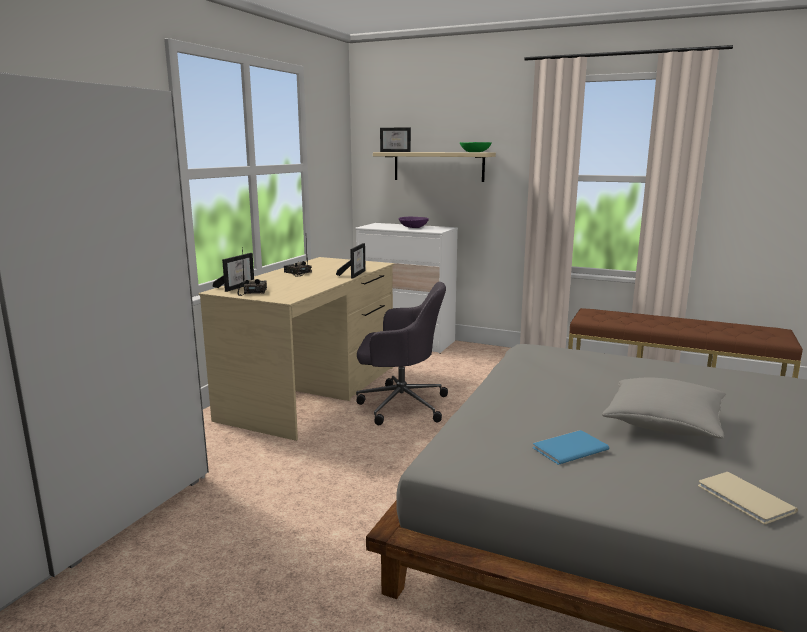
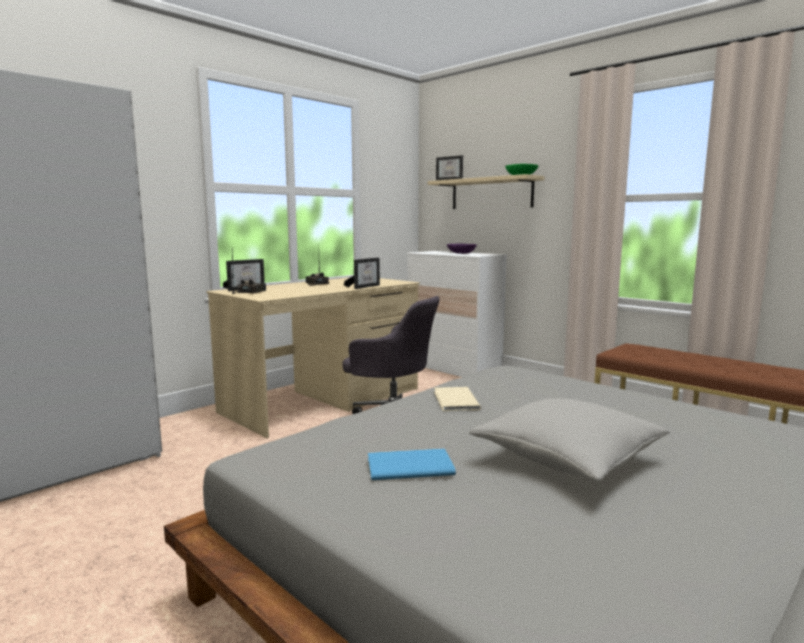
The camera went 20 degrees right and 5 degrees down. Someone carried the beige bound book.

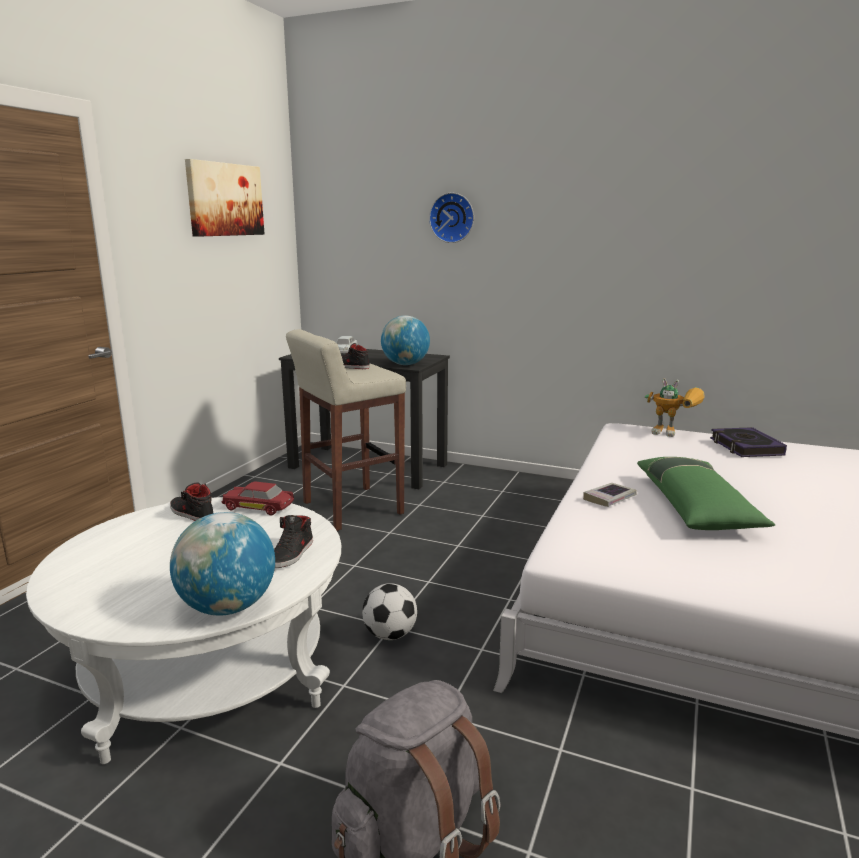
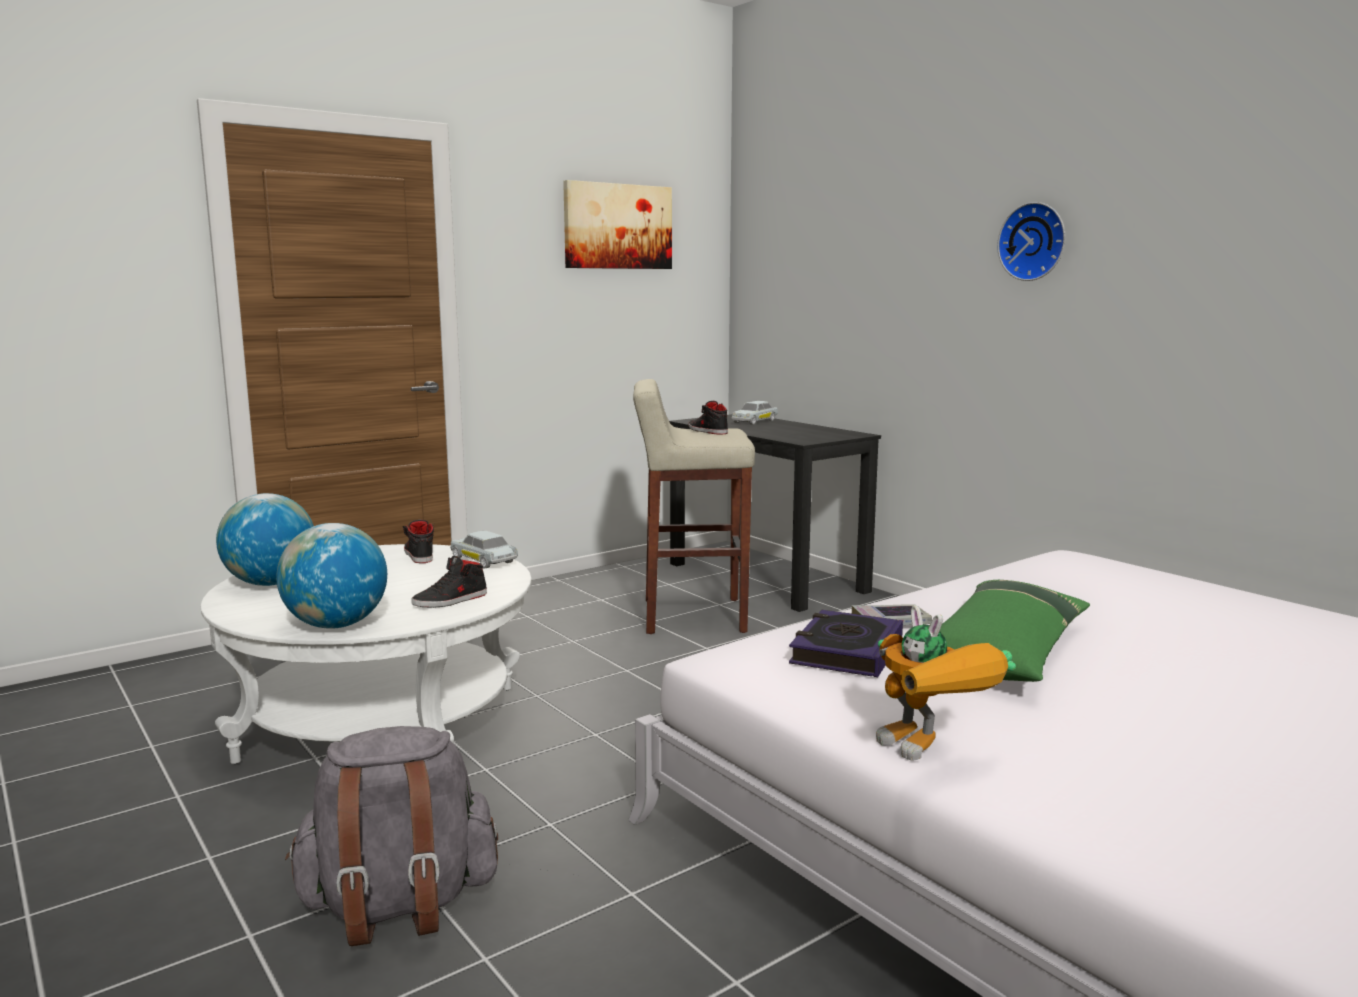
The camera went 30 degrees right and 5 degrees down. Someone repainted the red-coloured miniature car, which became the whitish miniature car (1st from left). Someone took away the ball for football. Someone carried the globe (2nd from left in the first image). Someone carried the hanging clock. Someone carried the toy robot. Someone carried the bound book (2nd from left in the first image).

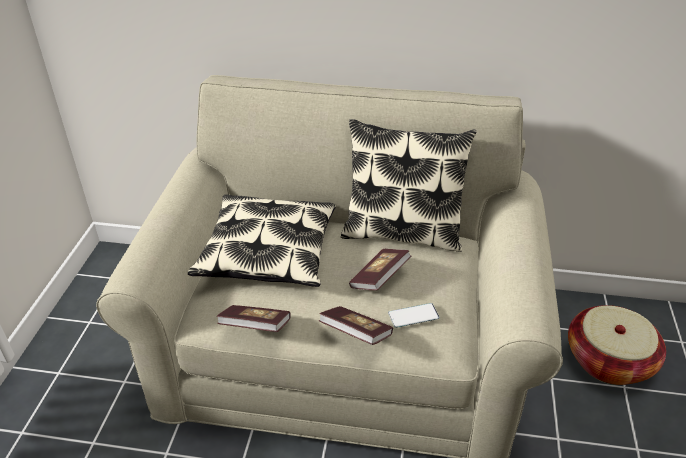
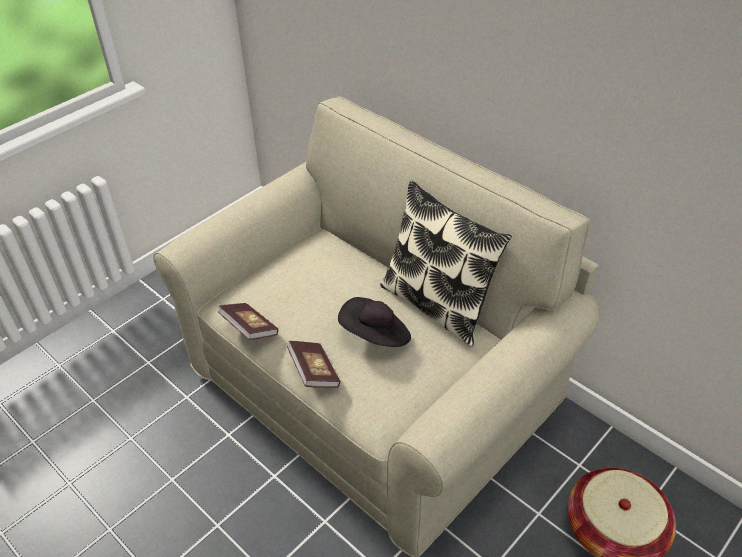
The camera went 35 degrees right and 5 degrees up. Someone took away the cushion (1st from left). Someone swapped the bound book (3rd from left) for the black wearable hat. Someone took away the telephone.

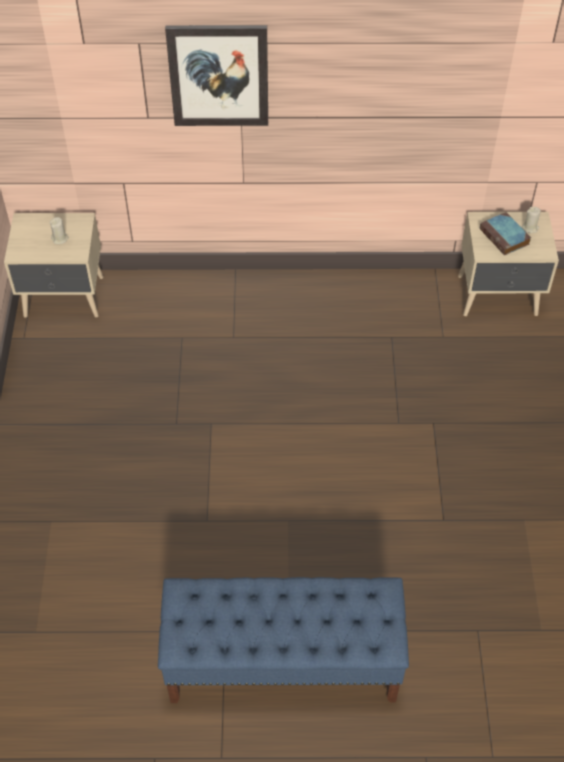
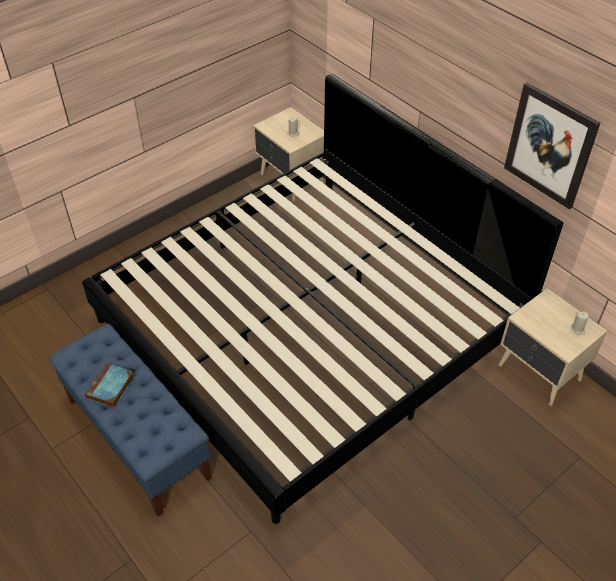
The camera went 50 degrees right and 5 degrees down. Someone carried the wall picture. Someone carried the bound book. Someone put down the bedroom bed.

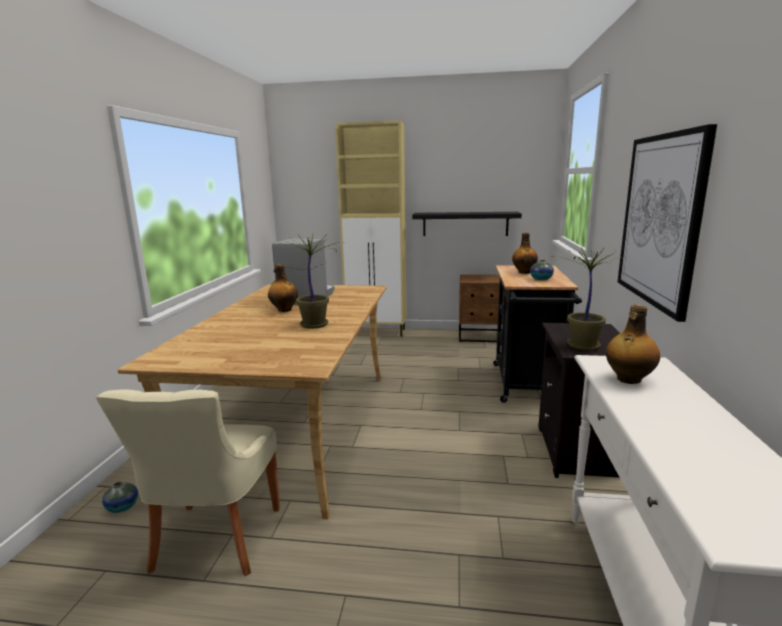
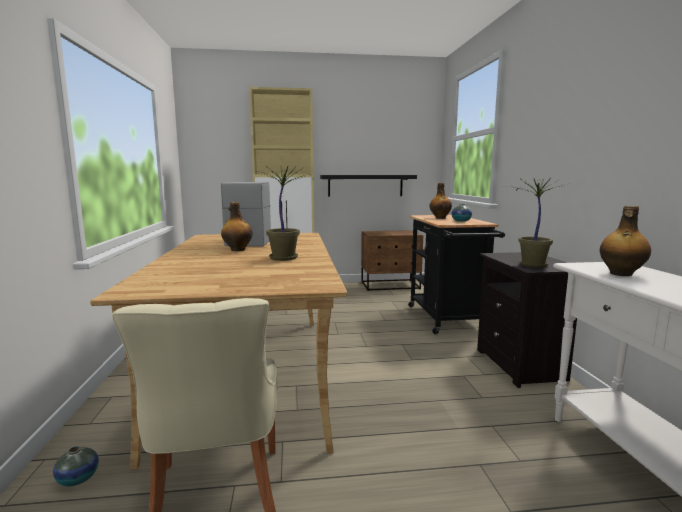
The camera went 15 degrees left and 5 degrees down. Someone took away the wall picture.

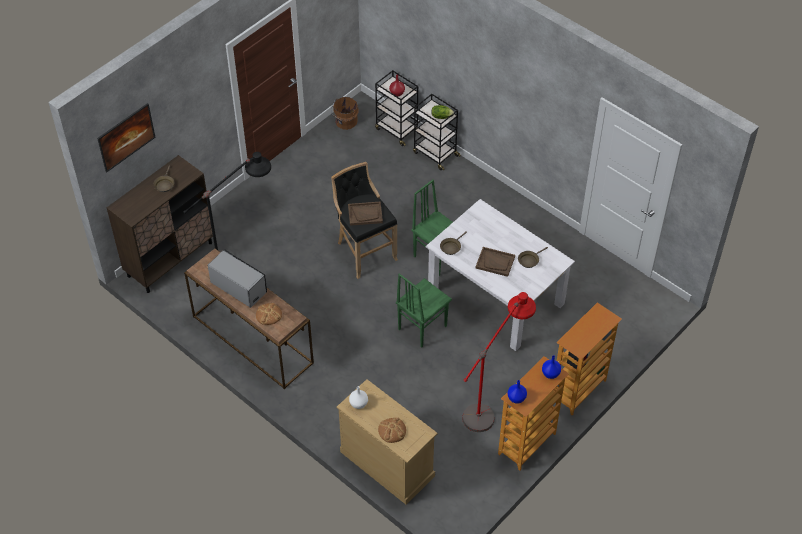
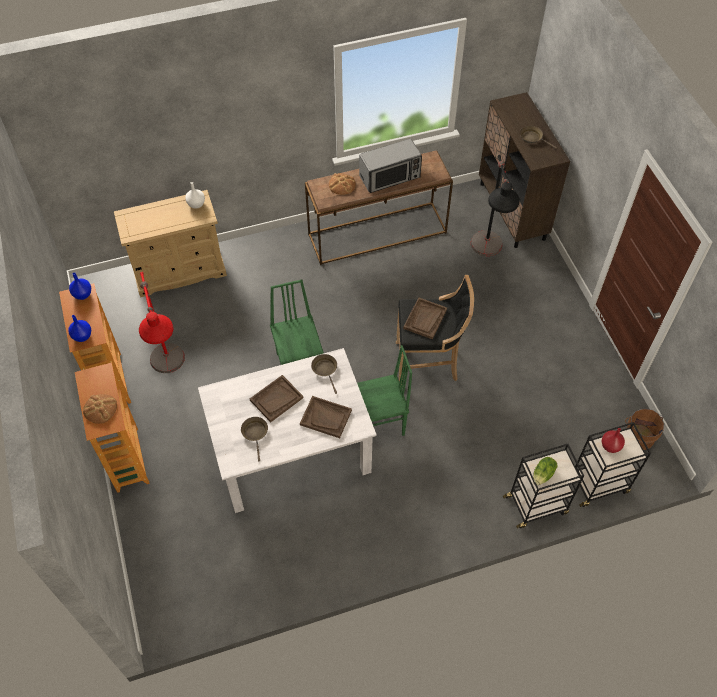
The camera went 120 degrees right and 5 degrees up. Someone took away the wall picture. Someone carried the bakery bread (2nd from left in the first image). Someone put down the brown-coloured carrying tray (2nd from left).

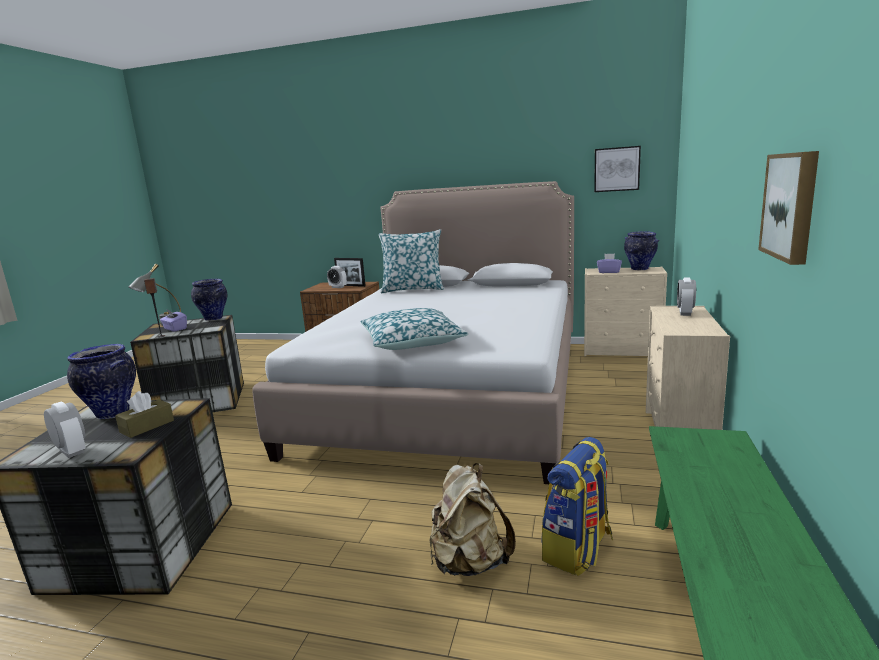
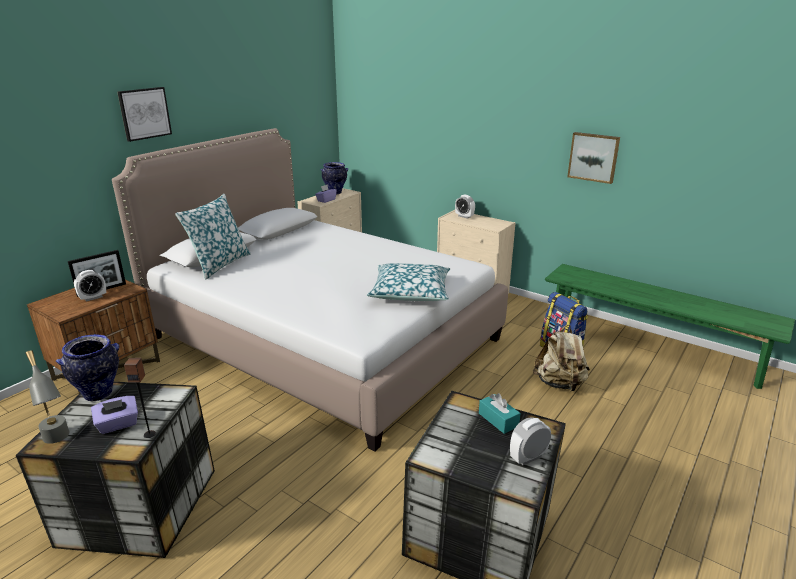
The camera went 70 degrees left and 10 degrees up. Someone took away the decorative vase (1st from left). Someone repainted the brown-coloured box of tissues, which became the turquoise-coloured box of tissues. Someone carried the wall picture (1st from left).

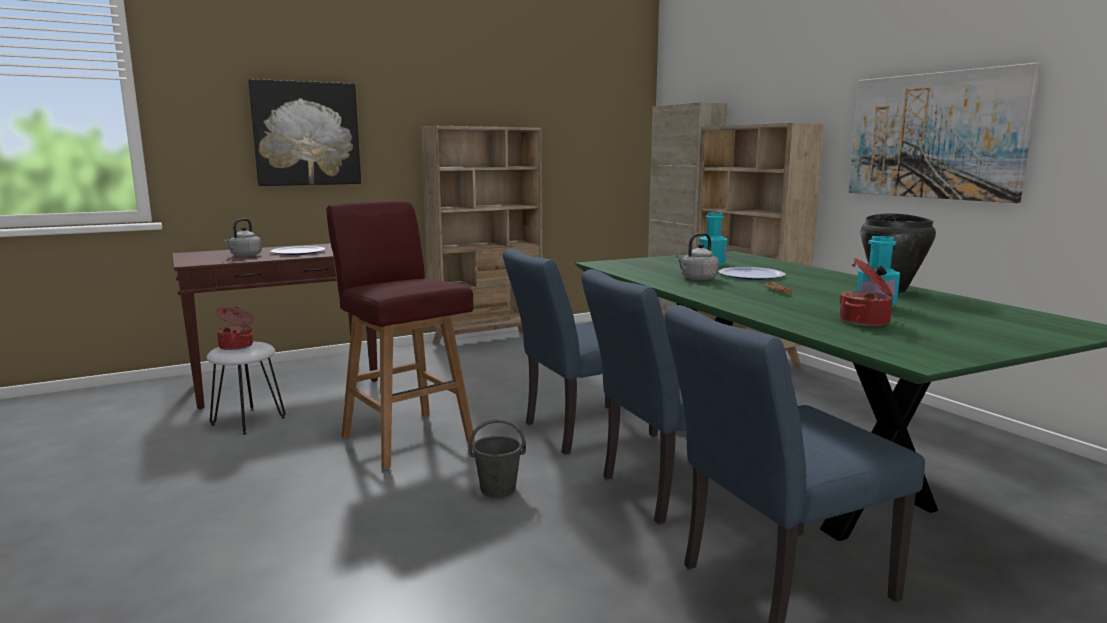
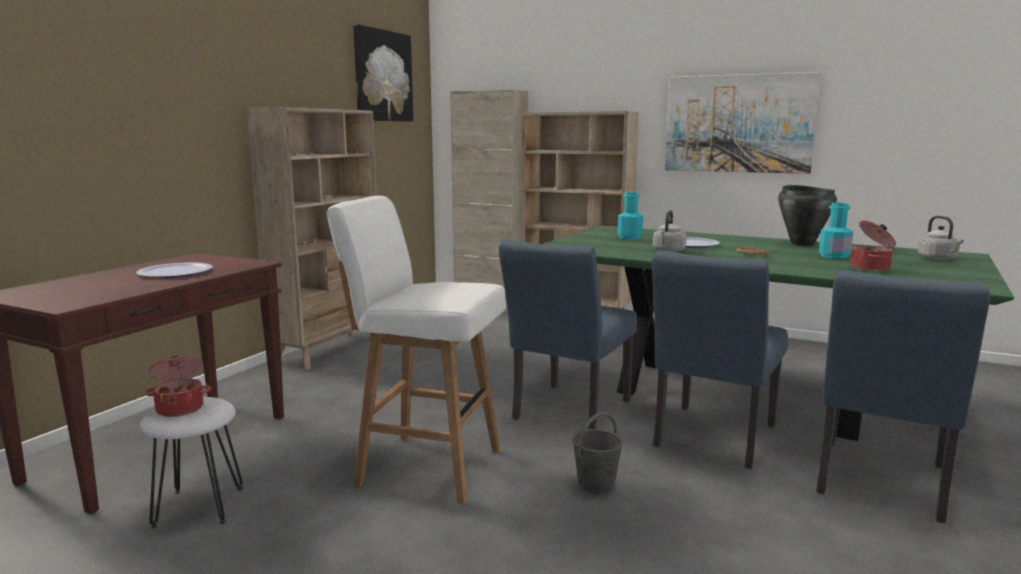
The camera went 35 degrees left and 0 degrees up. Someone carried the grey water kettle (1st from left in the first image). Someone carried the wall picture (1st from left). Someone repainted the red-coloured sitting stool, which became the whitish sitting stool (2nd from left).

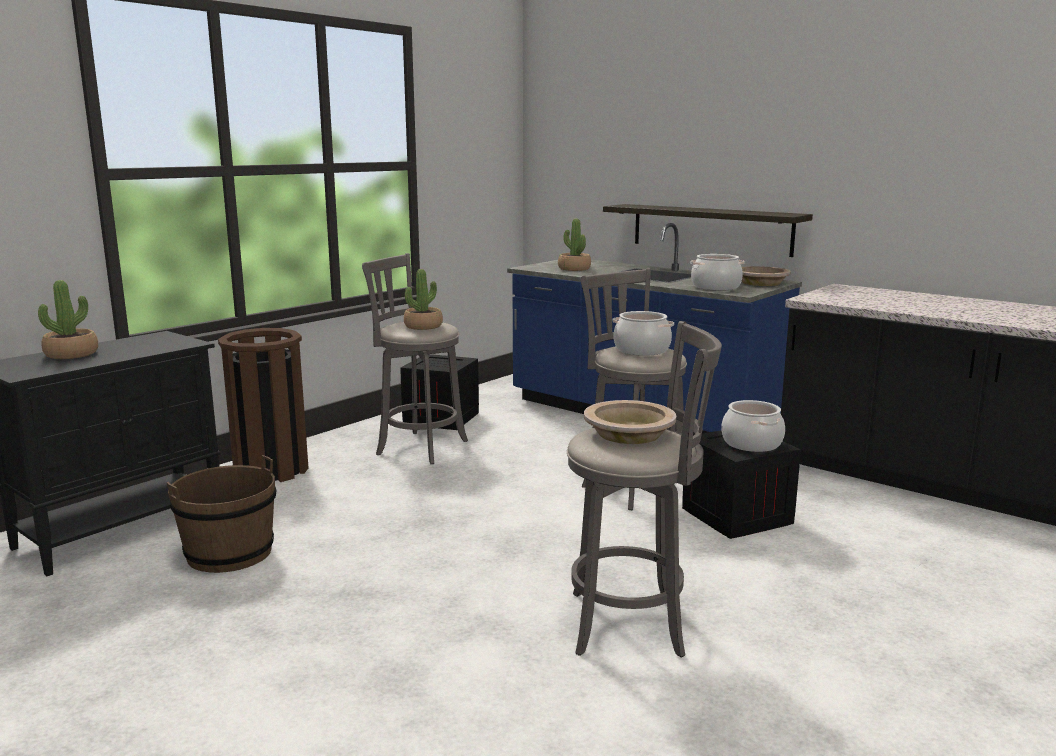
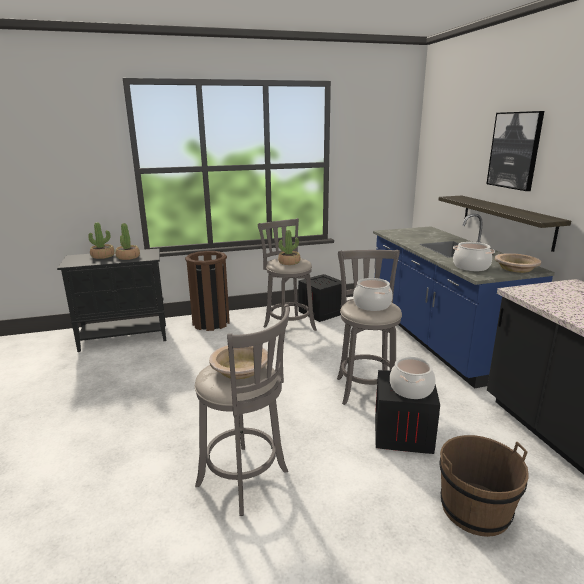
The camera went 35 degrees right and 5 degrees up. Someone carried the brown-coloured pail. Someone carried the houseplant (3rd from left in the first image). Someone put up the wall picture.

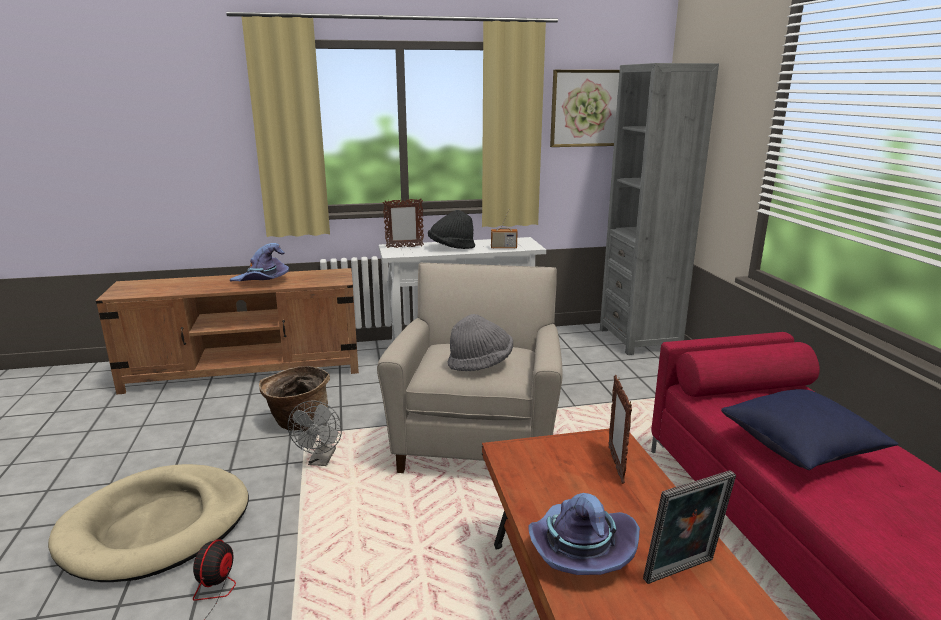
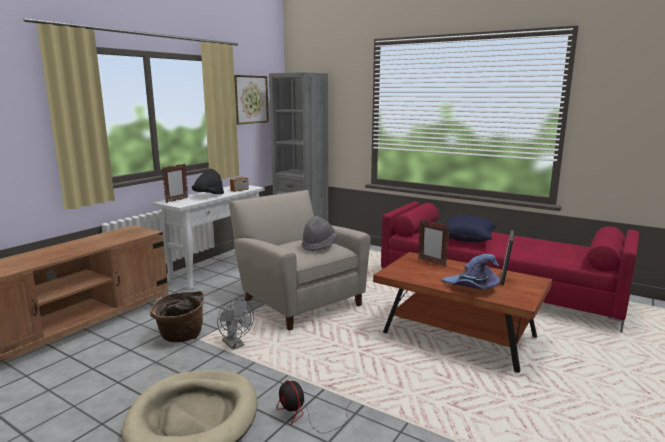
The camera went 45 degrees left and 5 degrees down. Someone took away the purple wearable hat (1st from left).

